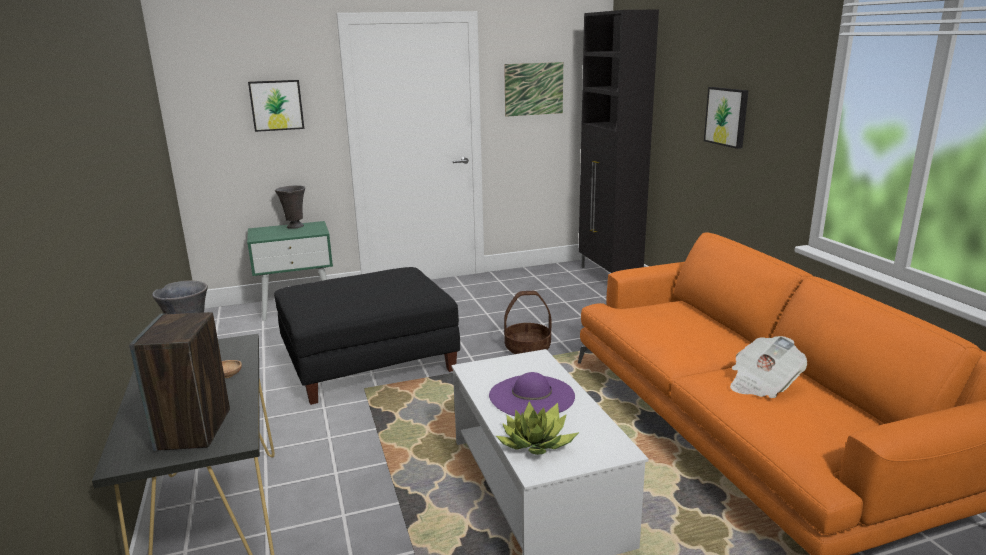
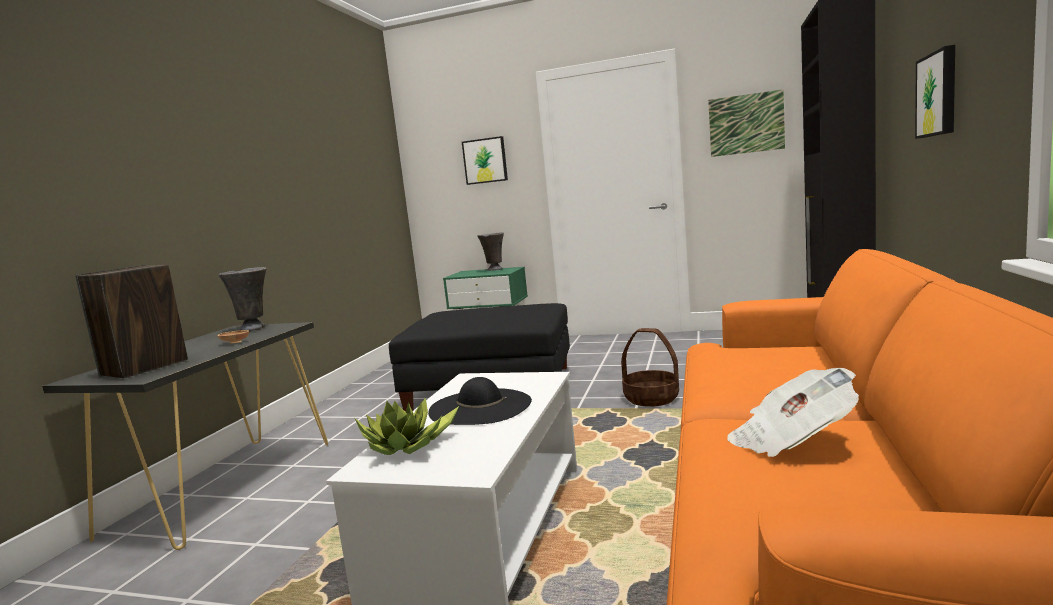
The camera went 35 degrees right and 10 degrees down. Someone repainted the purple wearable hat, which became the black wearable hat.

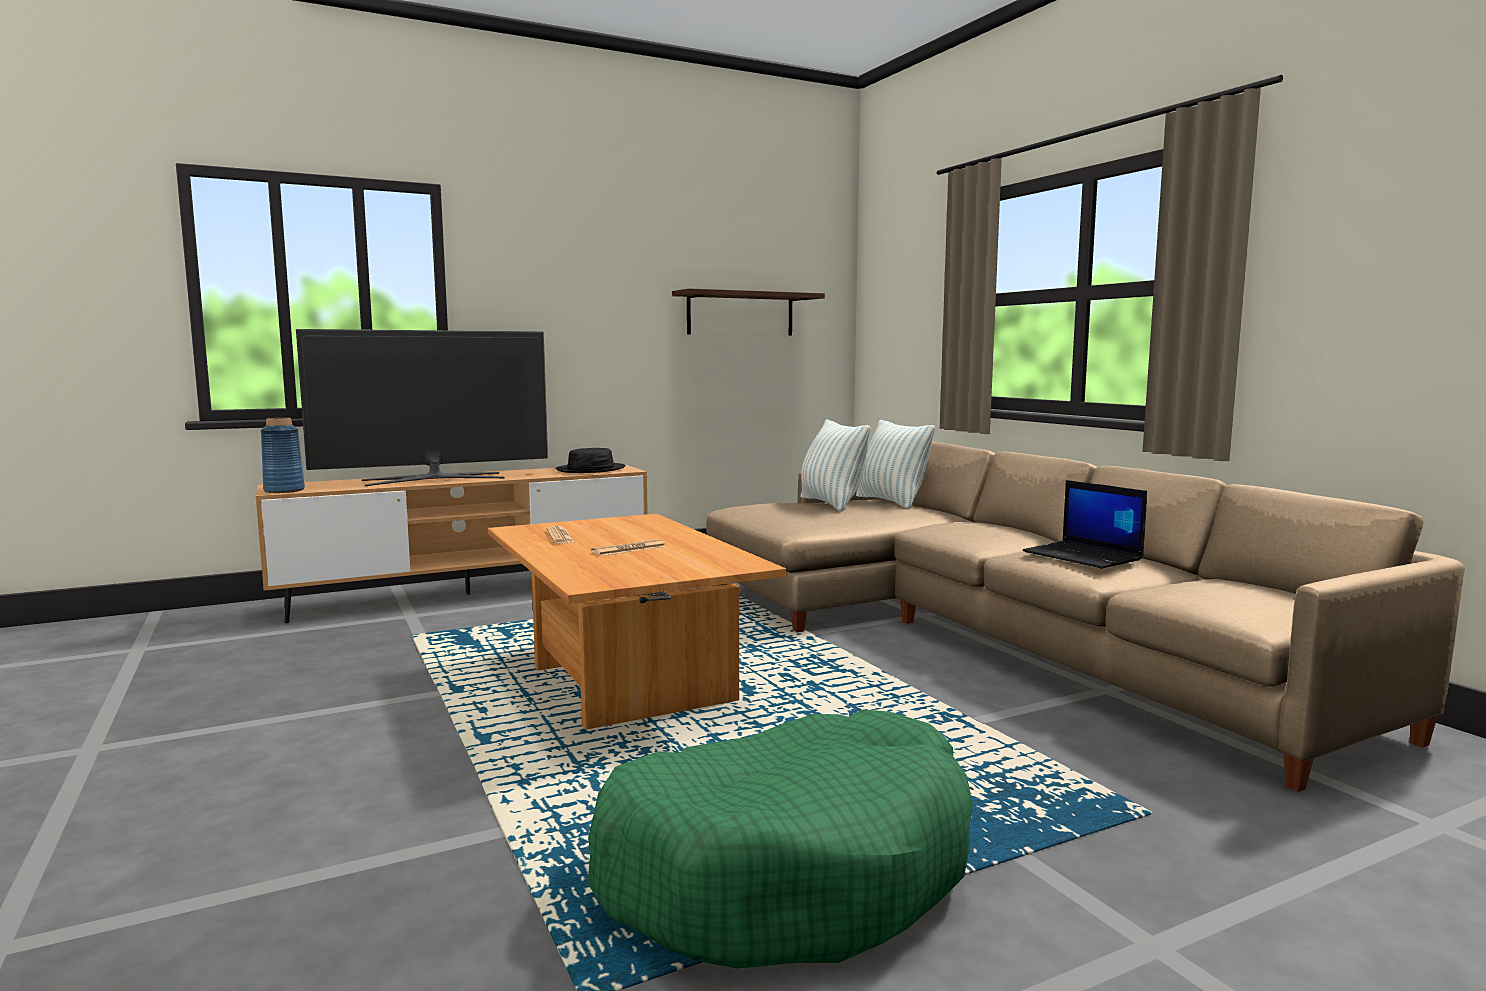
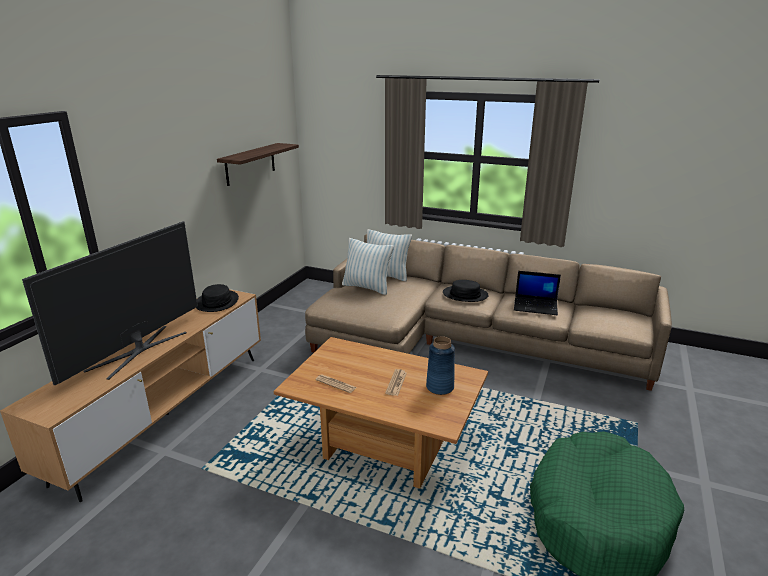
The camera went 40 degrees left and 15 degrees up. Someone carried the blue-coloured decorative vase. Someone put down the black wearable hat (2nd from left).

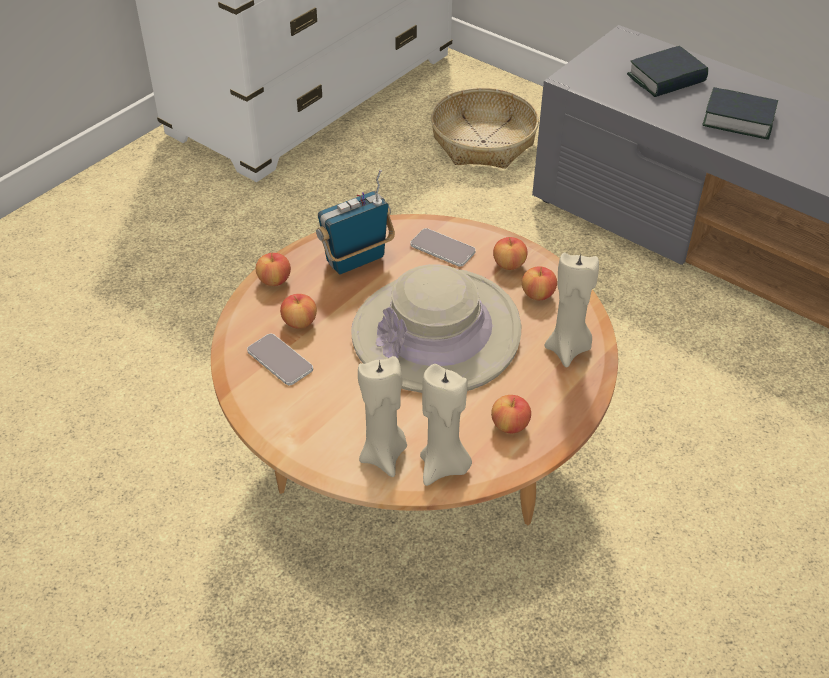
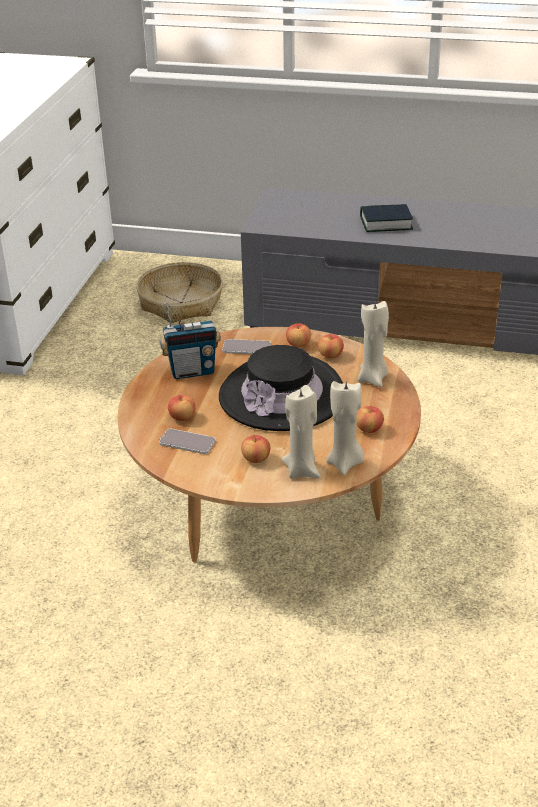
The camera went 25 degrees left and 10 degrees down. Someone carried the whole apple (1st from left in the first image). Someone rotated the radio set by 135 degrees counterclockwise. Someone repainted the beige wearable hat, which became the black wearable hat. Someone took away the bound book (1st from left).

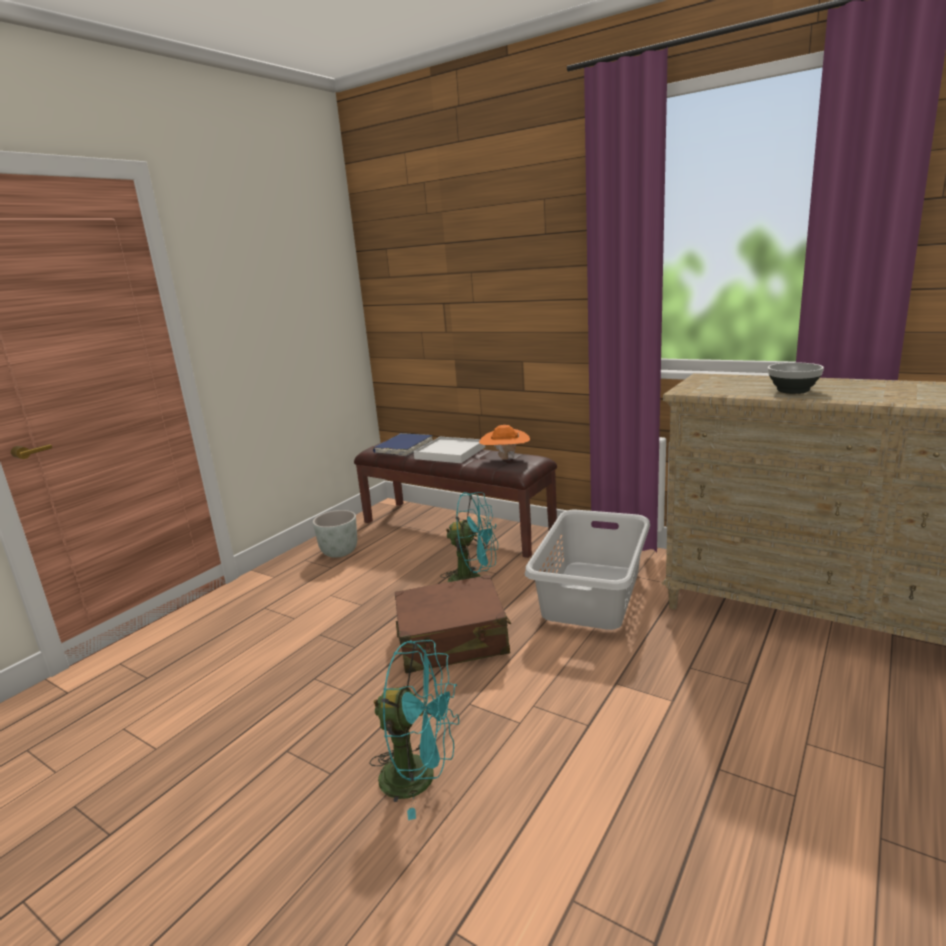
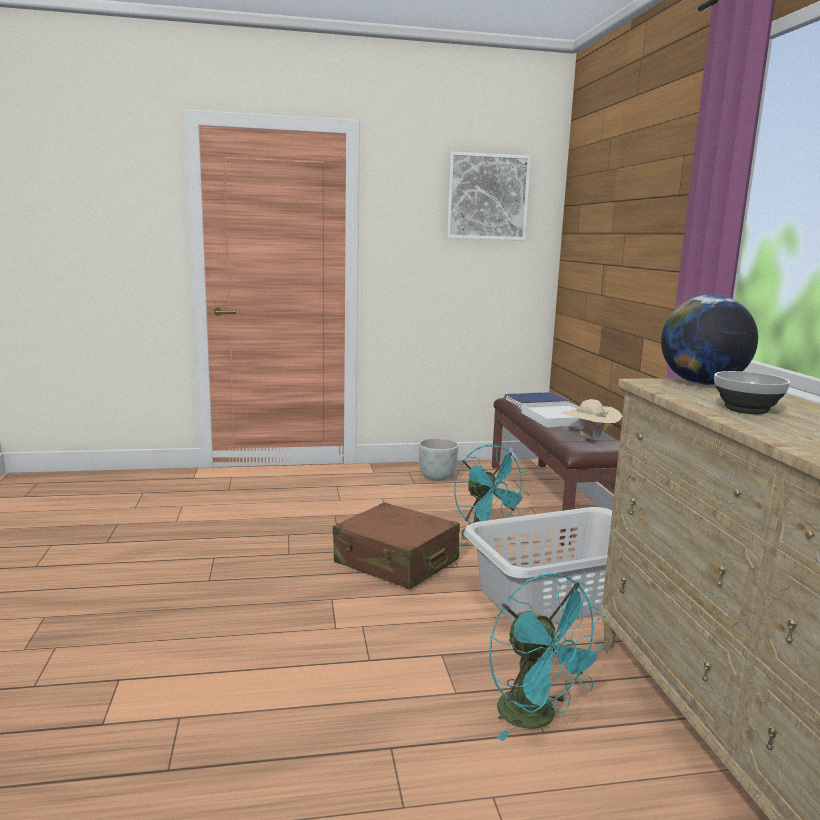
The camera went 45 degrees right and 5 degrees down. Someone carried the turquoise-coloured fan (1st from left in the first image). Someone repainted the orange wearable hat, which became the beige wearable hat. Someone put up the wall picture. Someone put down the globe.

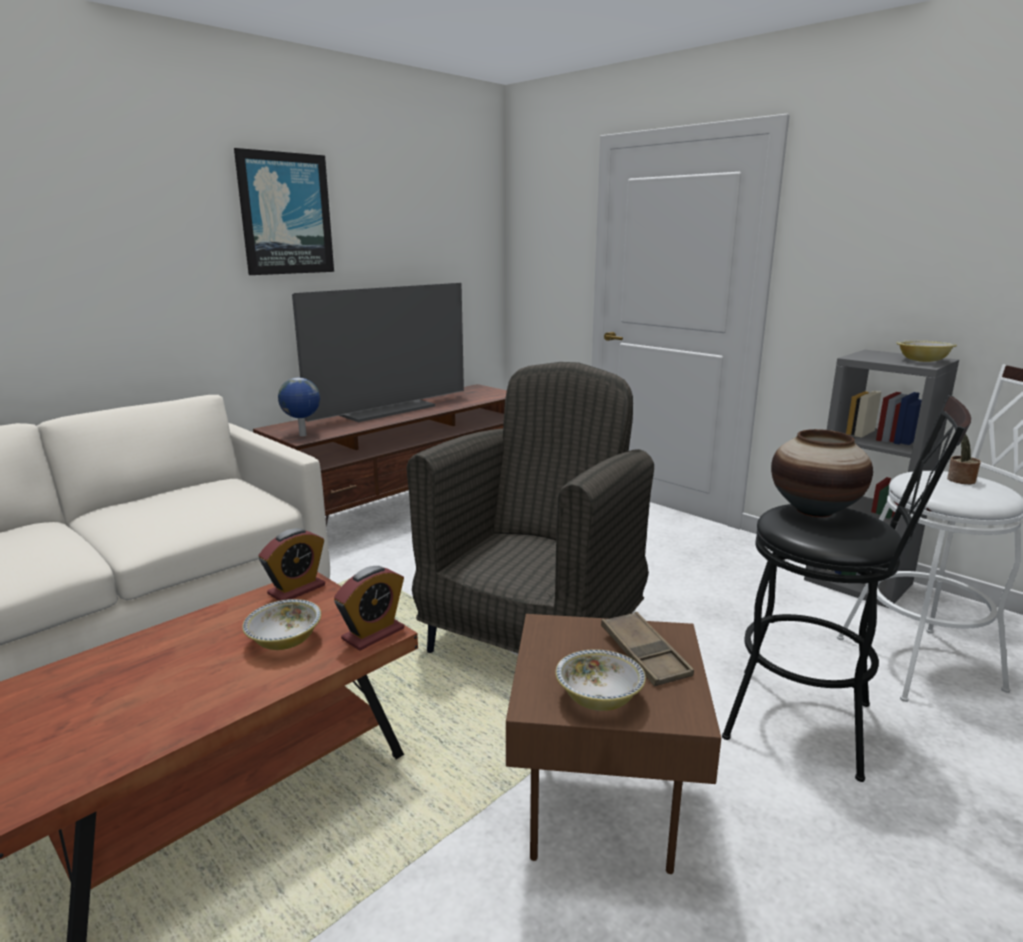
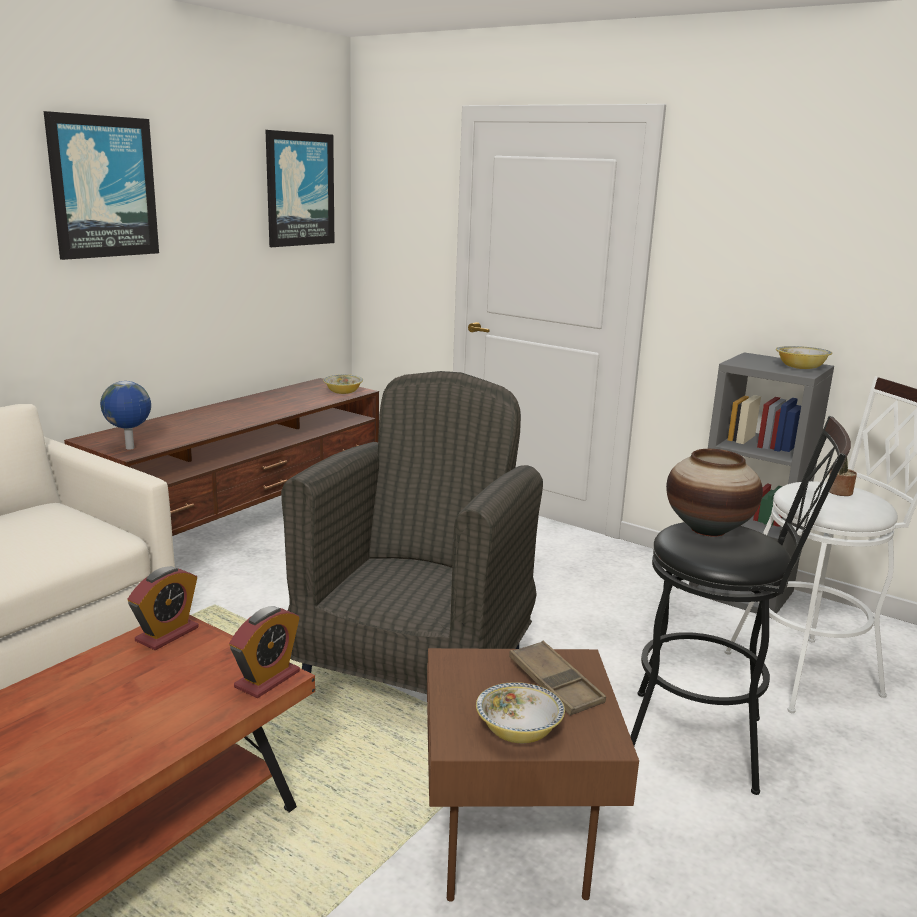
The camera went 10 degrees left and 0 degrees up. Someone carried the bowl (1st from left). Someone took away the TV. Someone put up the wall picture (2nd from left).

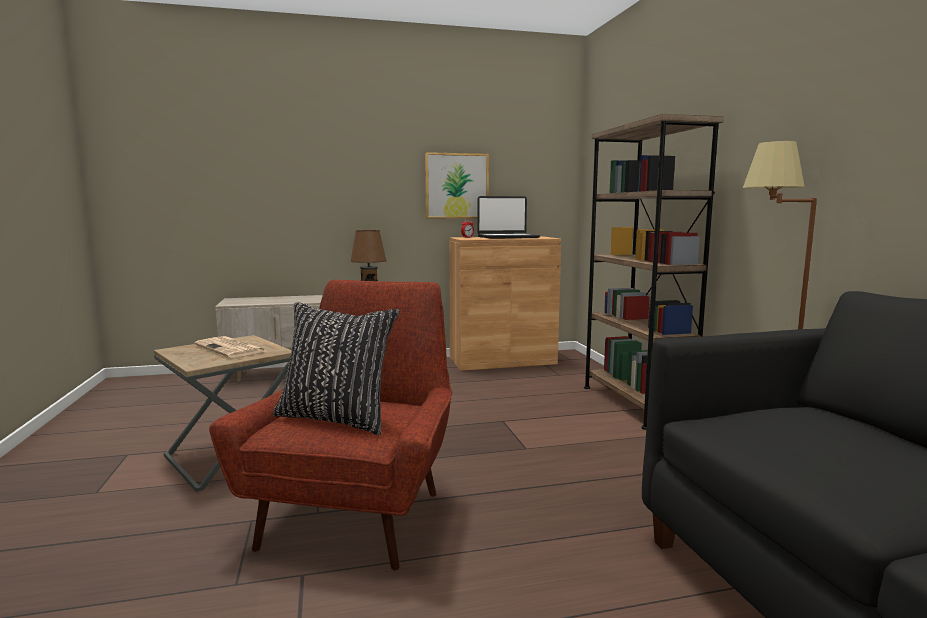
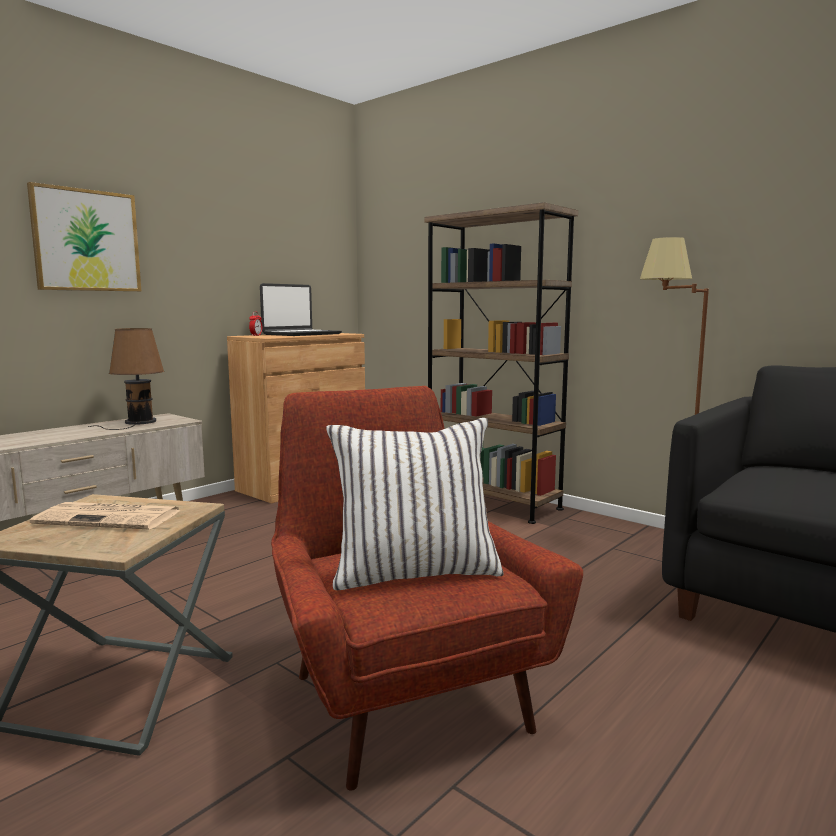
The camera went 35 degrees left and 0 degrees up. Someone repainted the black cushion, which became the whitish cushion. Someone carried the wall picture.

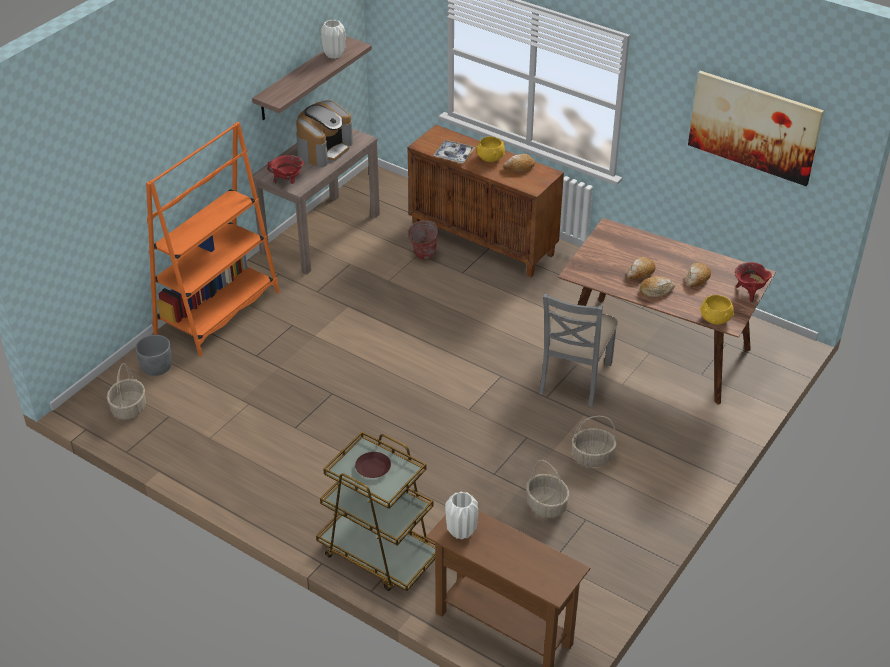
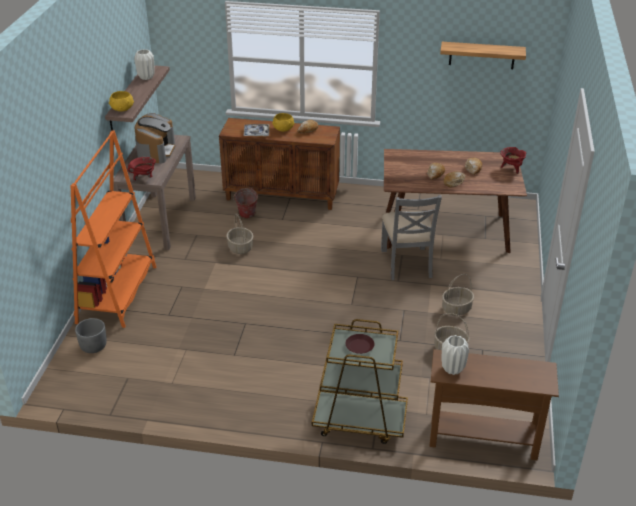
The camera went 25 degrees left and 5 degrees down. Someone carried the basket (1st from left). Someone swapped the wall picture for the shelf (2nd from left). Someone carried the yellowish bowl (2nd from left in the first image).

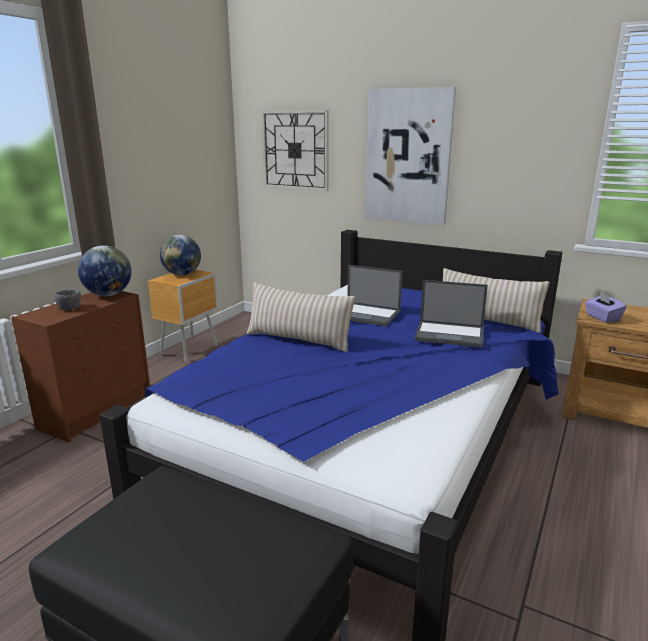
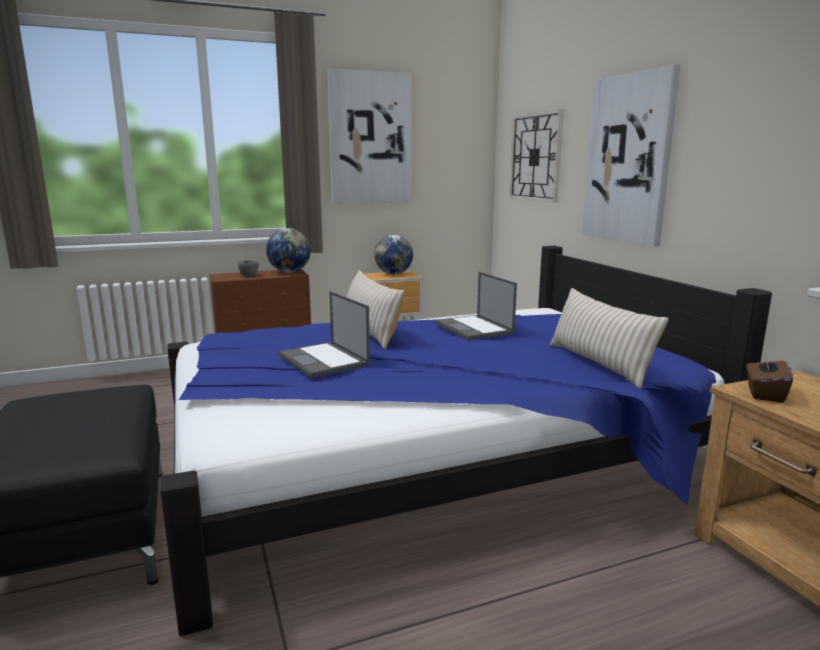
The camera went 40 degrees right and 5 degrees down. Someone carried the laptop (2nd from left in the first image). Someone repainted the purple box of tissues, which became the brown-coloured box of tissues. Someone put up the wall picture (1st from left).

